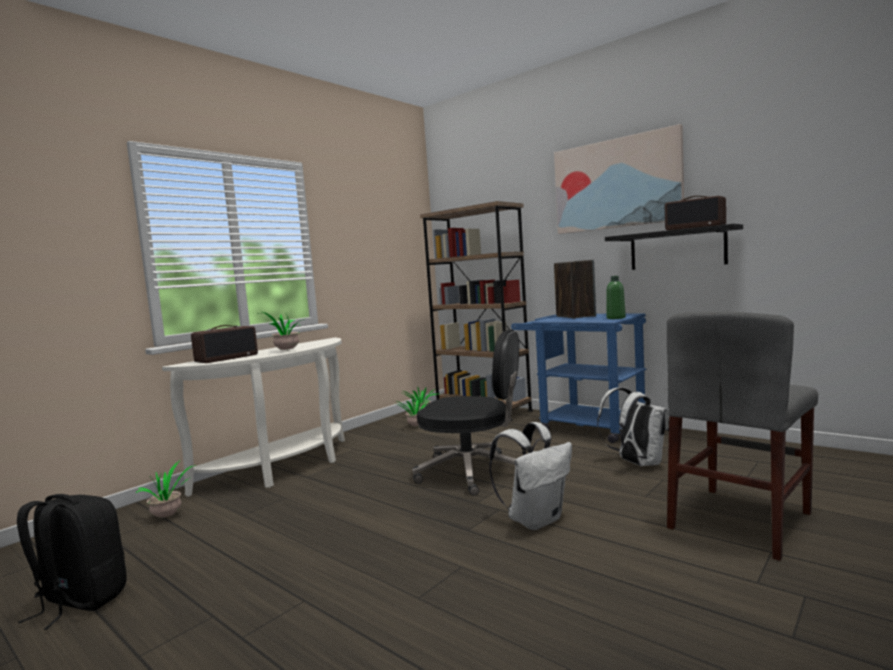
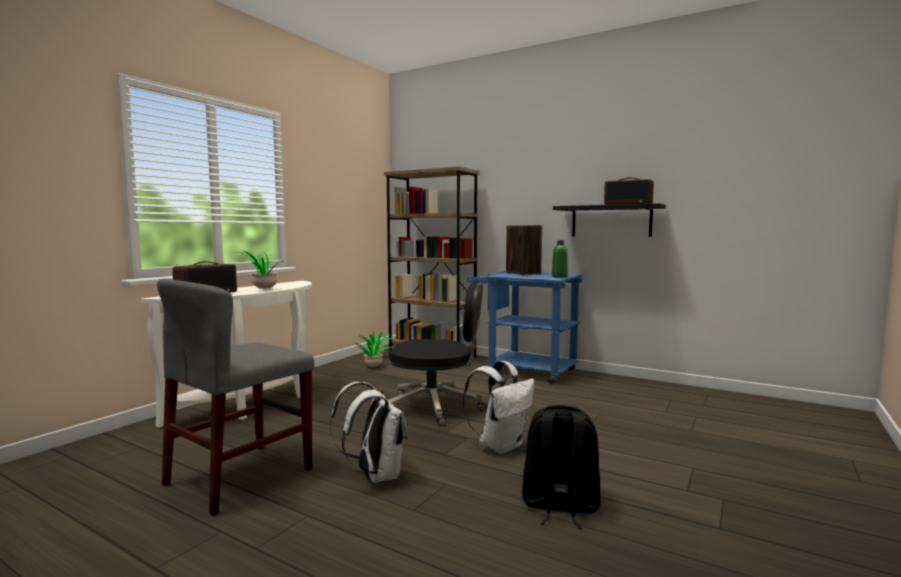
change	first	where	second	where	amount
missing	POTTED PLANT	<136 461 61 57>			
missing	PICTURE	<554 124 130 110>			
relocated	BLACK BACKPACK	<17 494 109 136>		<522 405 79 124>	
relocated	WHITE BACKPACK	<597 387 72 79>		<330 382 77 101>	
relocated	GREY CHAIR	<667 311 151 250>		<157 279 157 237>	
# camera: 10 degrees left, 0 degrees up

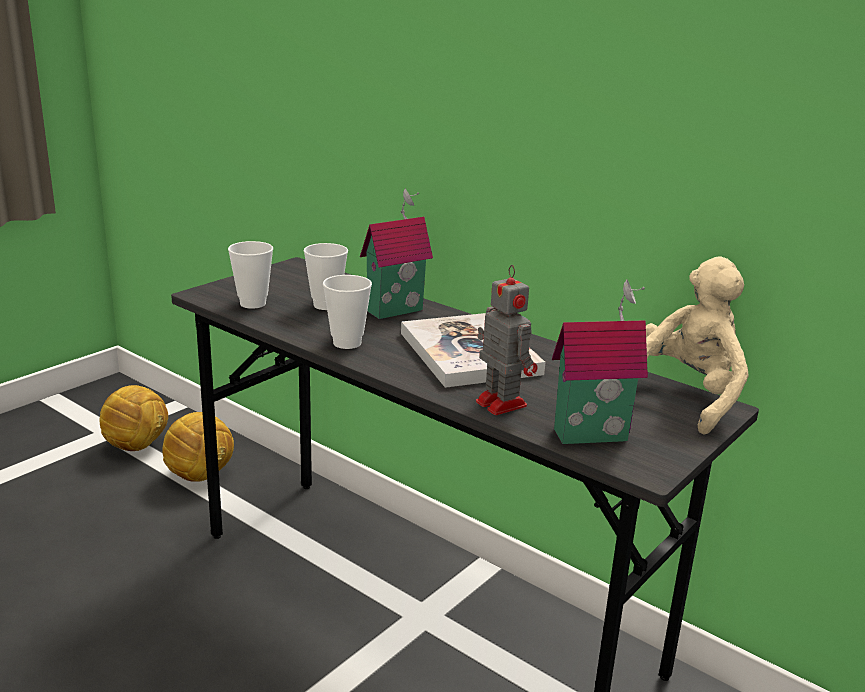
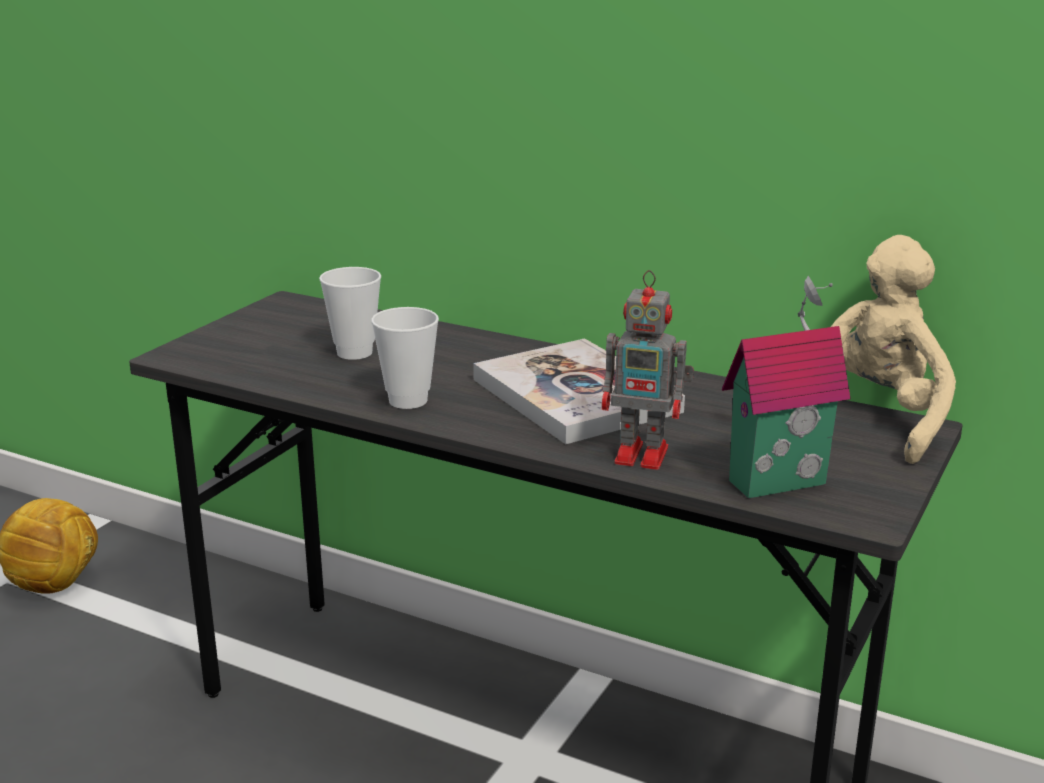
change	first	where	second	where	amount
missing	FOOTBALL	<163 412 71 70>			
missing	CUP	<228 241 45 68>			
missing	TOY HOUSE	<360 189 73 130>			
spun	TOY ROBOT	<476 265 61 150>		<602 270 92 200>	150 degrees clockwise
# camera: 10 degrees left, 0 degrees up

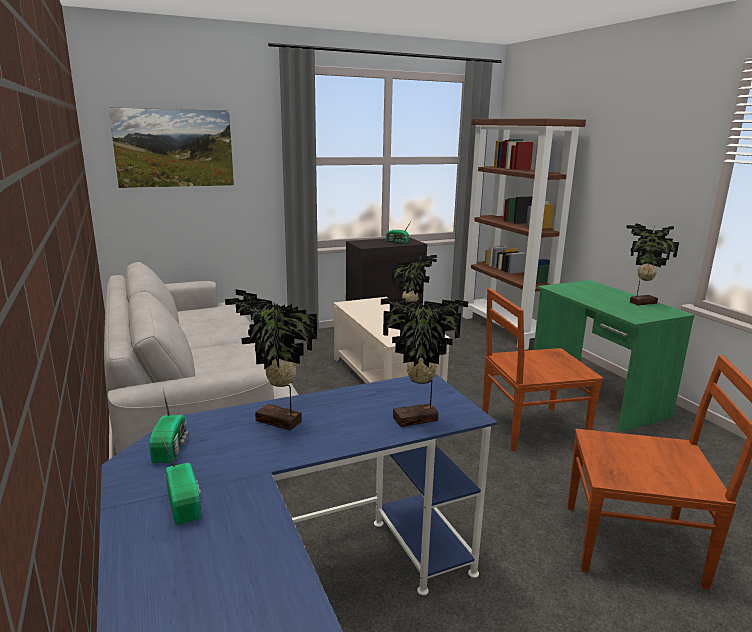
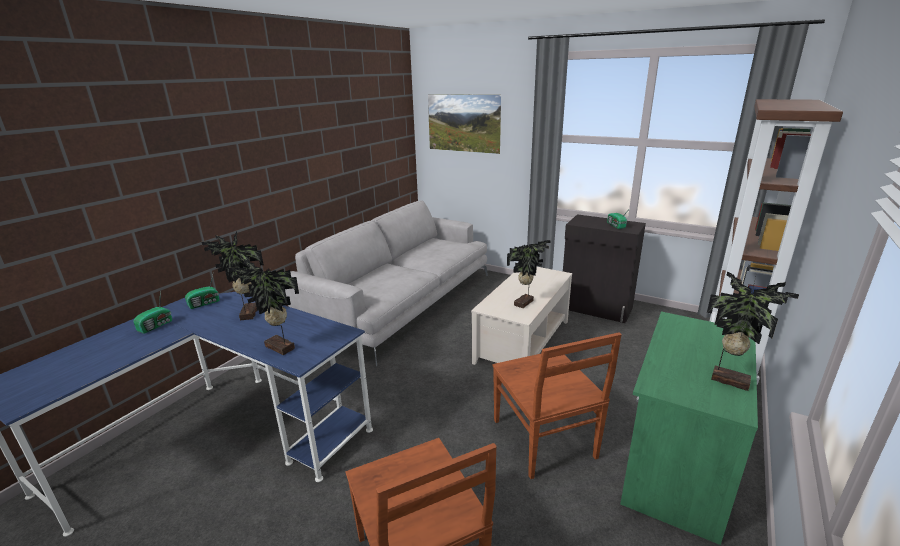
change	first	where	second	where	amount
spun	BROWN CHAIR	<482 288 121 164>		<492 332 130 147>	150 degrees counterclockwise
# camera: 55 degrees right, 5 degrees up

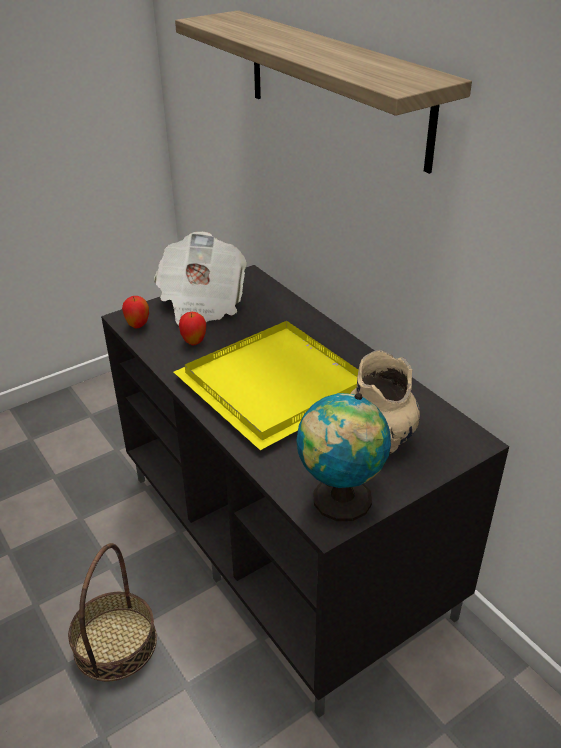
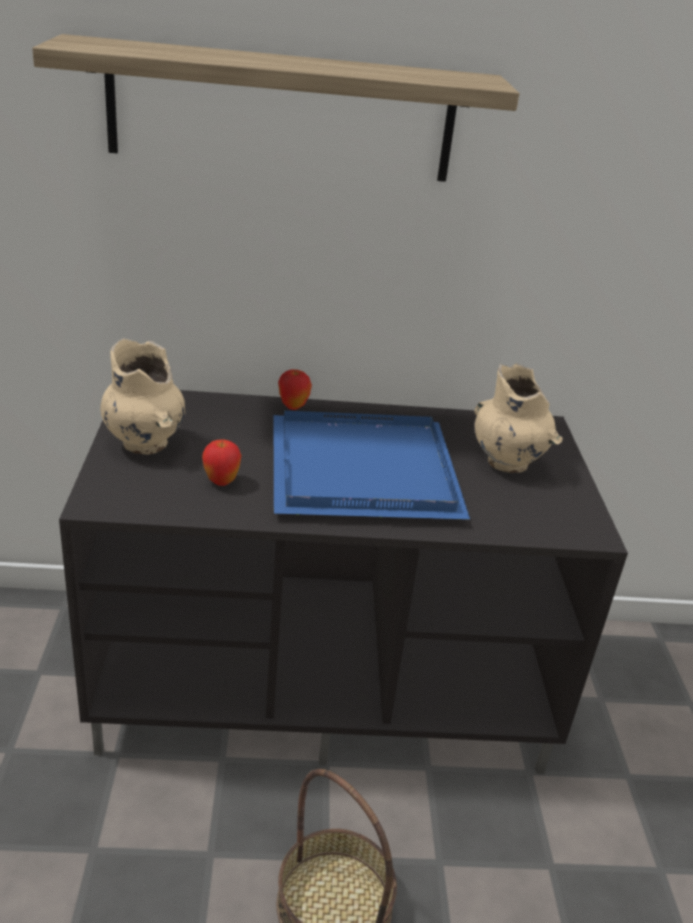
change	first	where	second	where	amount
missing	GLOBE	<296 393 95 128>			
relocated	APPLE	<122 296 27 32>		<278 369 34 41>	
exchanged	NEWSPAPER	<154 232 93 94>	BEIGE VASE	<100 338 85 116>	
colour	YELLOW TRAY	<174 321 184 129>	BLUE TRAY	<274 411 196 108>	
# camera: 60 degrees left, 5 degrees down

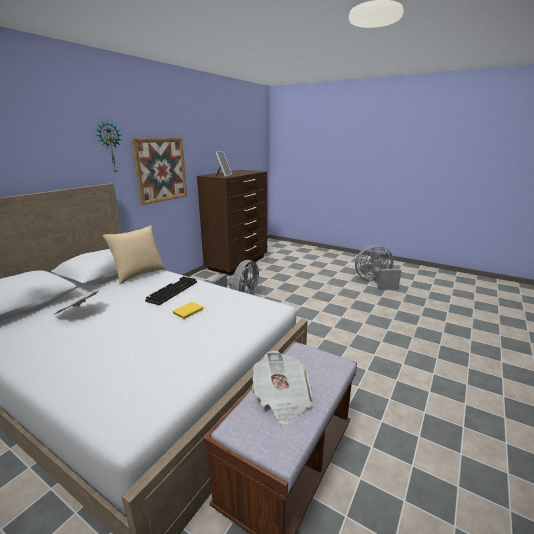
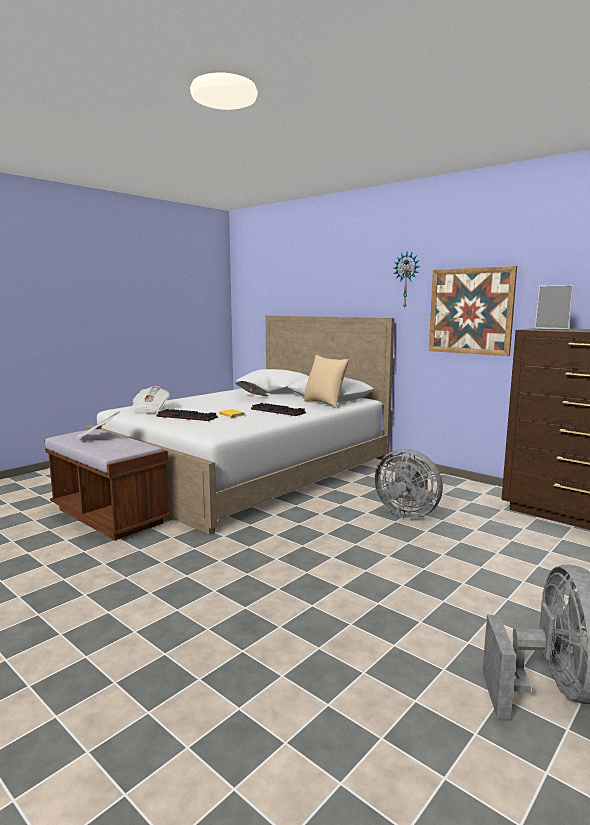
change	first	where	second	where	amount
appeared			NEWSPAPER	<132 386 38 28>	
appeared			KEYBOARD	<157 409 60 12>	
# camera: 100 degrees right, 10 degrees down

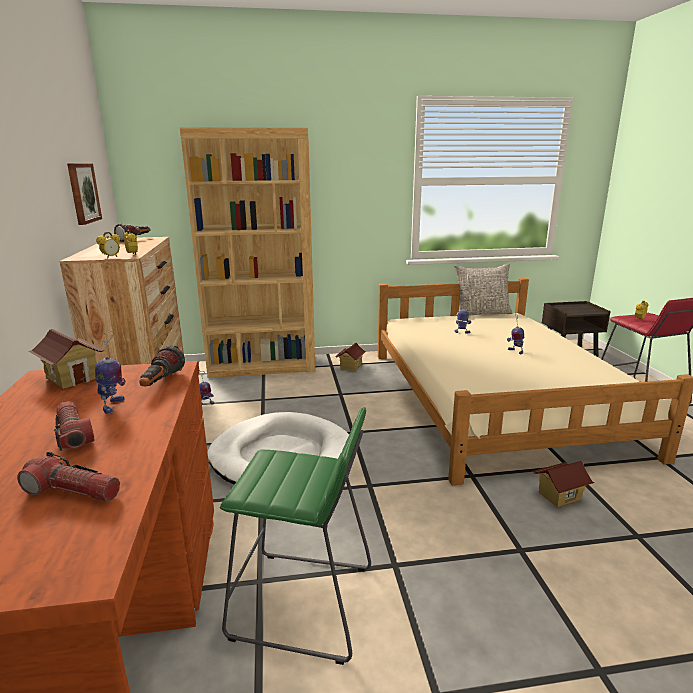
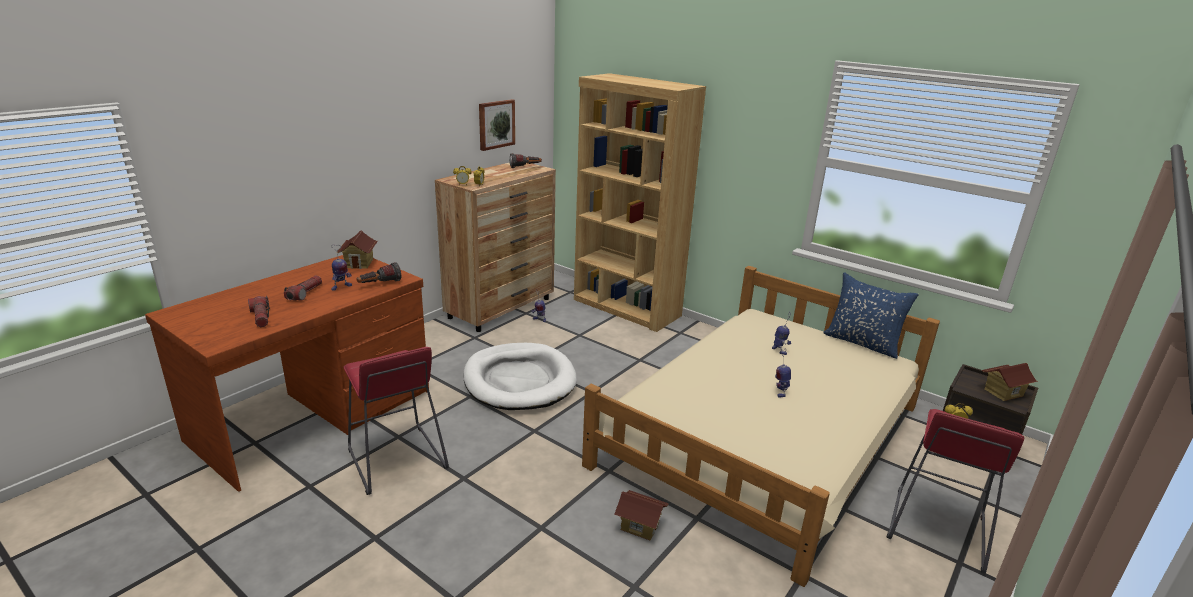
change	first	where	second	where	amount
relocated	TOY HOUSE	<335 343 31 28>		<982 363 56 38>	
colour	GREEN STOOL	<220 407 151 258>	RED STOOL	<343 347 106 148>	
colour	GREY PILLOW	<455 264 57 52>	BLUE PILLOW	<823 272 95 87>	
# camera: 45 degrees right, 5 degrees up

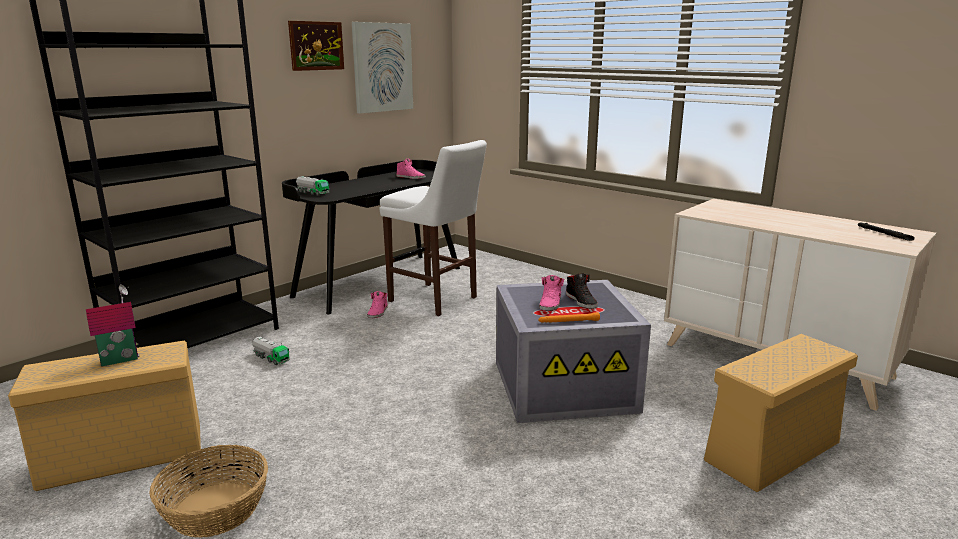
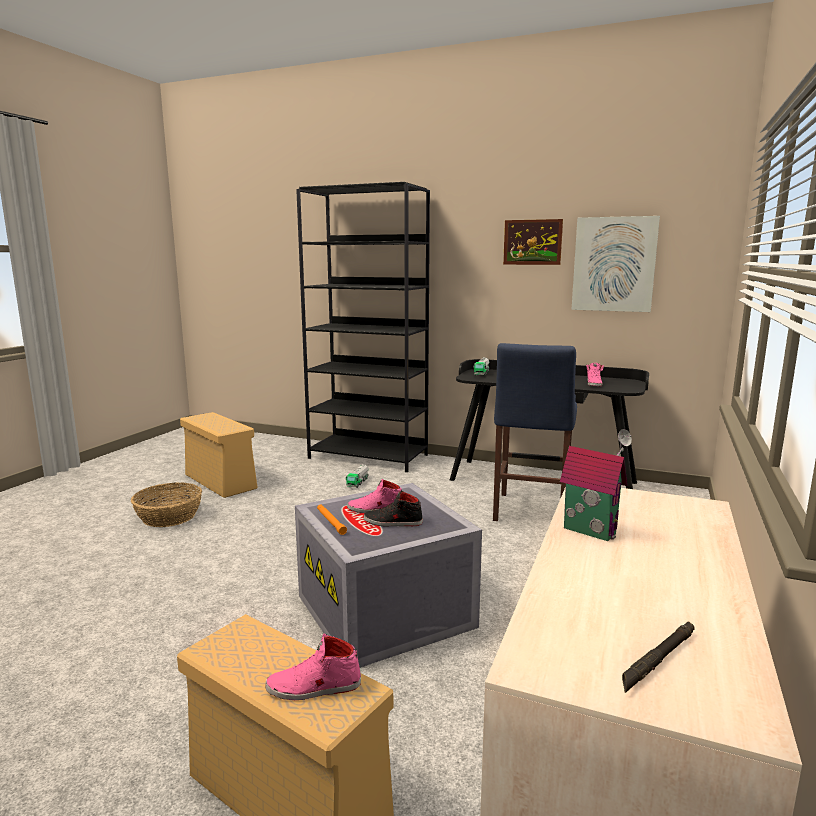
change	first	where	second	where	amount
relocated	TOY HOUSE	<86 284 54 83>		<560 429 72 112>	
relocated	PINK SHOE	<367 291 21 27>		<265 634 96 66>	
colour	WHITE STOOL	<379 140 108 176>	BLUE STOOL	<493 343 84 178>	
spun	BLACK SHOE	<566 273 32 36>		<364 491 59 36>	45 degrees clockwise
# camera: 70 degrees right, 5 degrees down

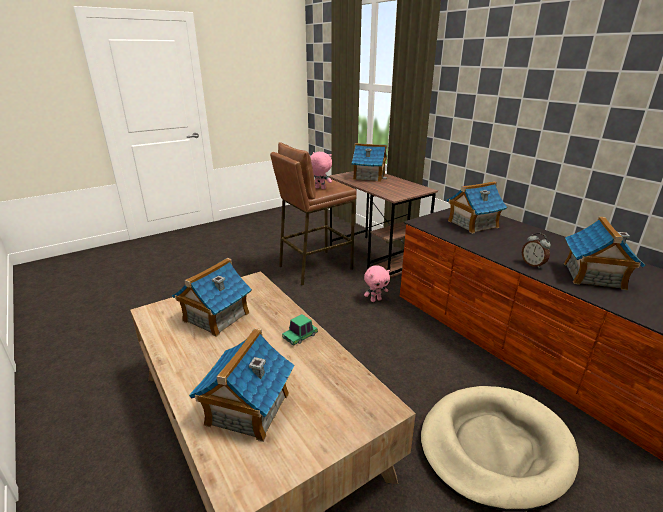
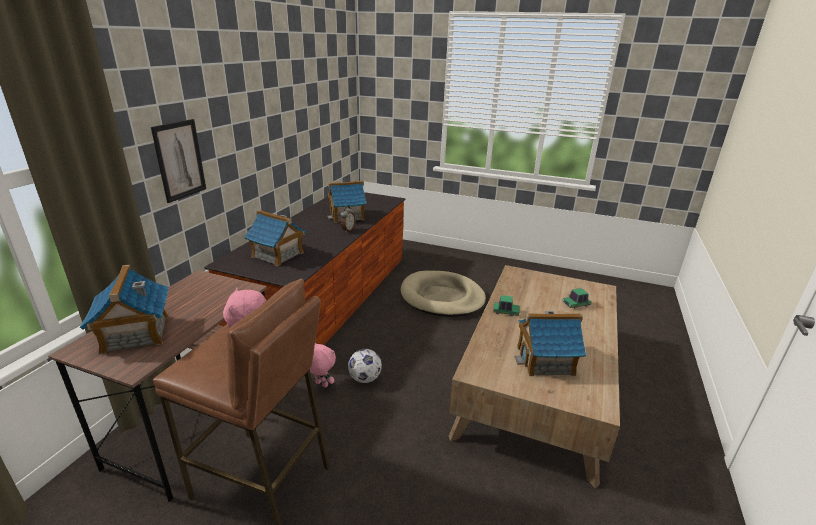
change	first	where	second	where	amount
appeared			PICTURE	<151 119 55 84>	
appeared			FOOTBALL	<348 349 34 34>	
exchanged	TOY HOUSE	<189 328 105 114>	TOY CAR	<563 288 28 20>	
# camera: 125 degrees left, 0 degrees up

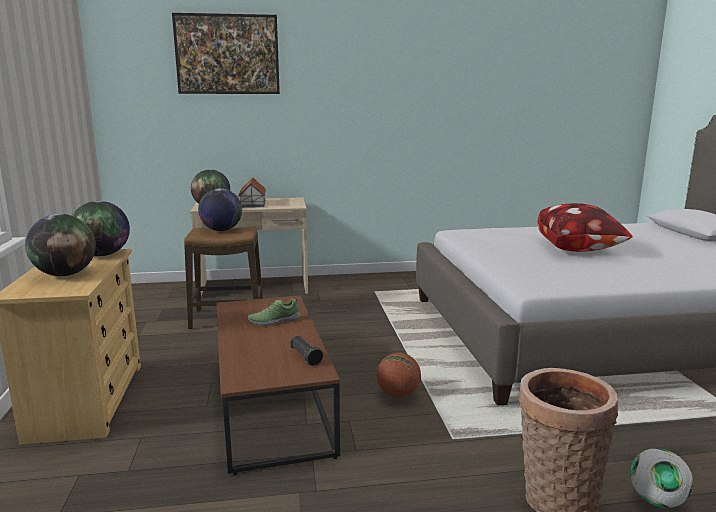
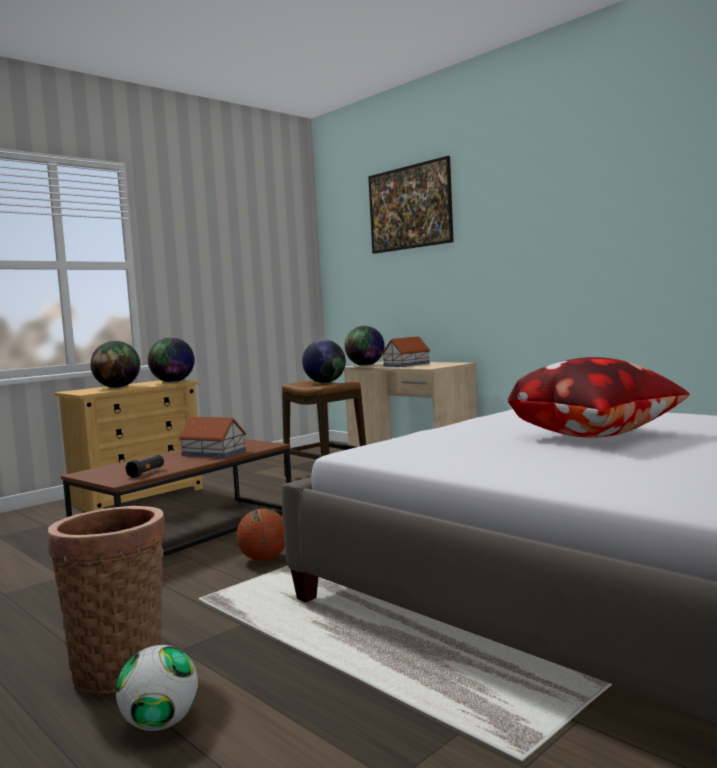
change	first	where	second	where	amount
exchanged	SHOE	<248 298 52 28>	TOY HOUSE	<178 417 69 41>	
# camera: 55 degrees right, 10 degrees down

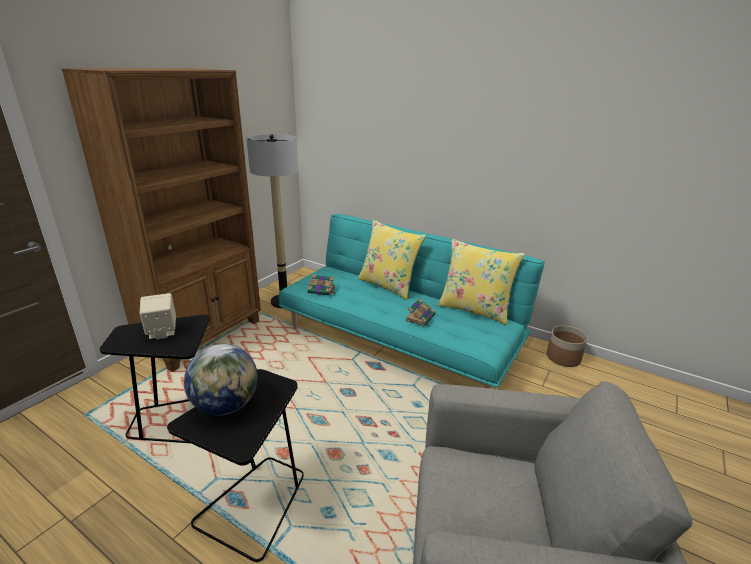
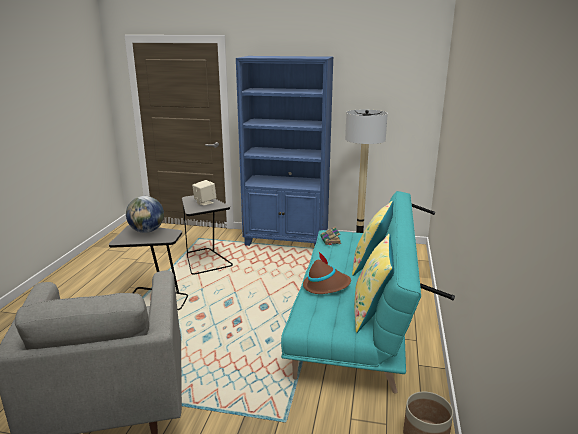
change	first	where	second	where	amount
exchanged	BOOK	<405 299 30 27>	BROWN HAT	<303 252 48 42>	
colour	BROWN BOOKCASE	<61 68 200 304>	BLUE BOOKCASE	<236 56 98 190>	
# camera: 70 degrees right, 5 degrees down

